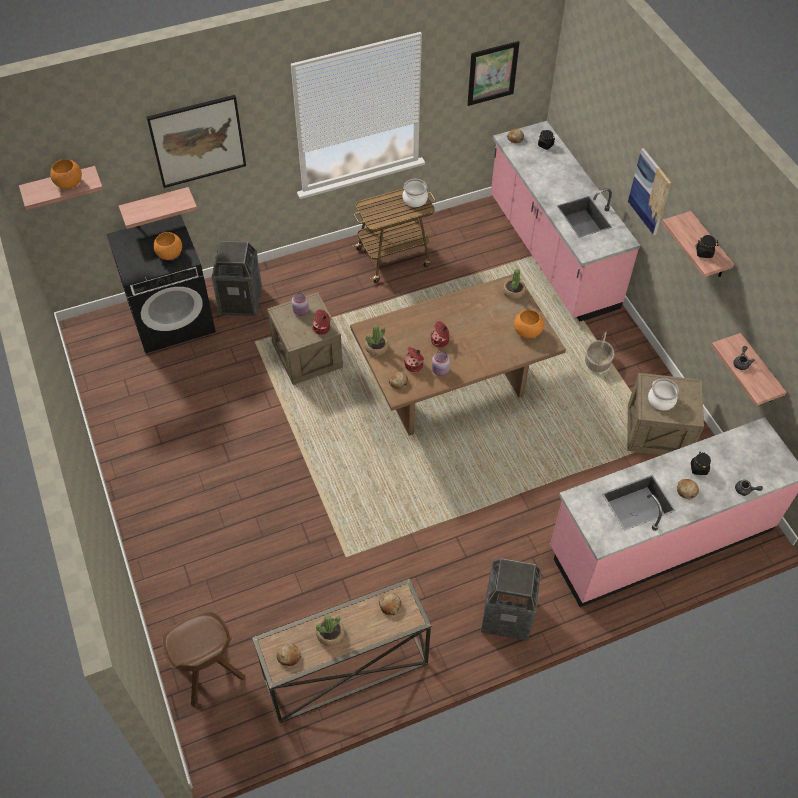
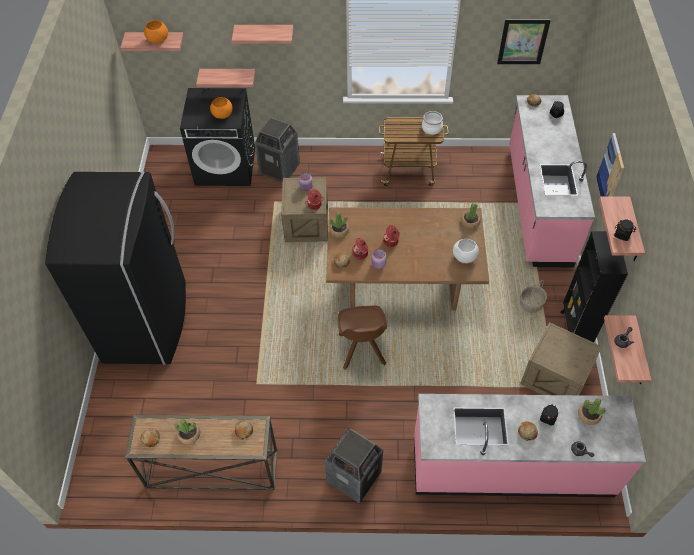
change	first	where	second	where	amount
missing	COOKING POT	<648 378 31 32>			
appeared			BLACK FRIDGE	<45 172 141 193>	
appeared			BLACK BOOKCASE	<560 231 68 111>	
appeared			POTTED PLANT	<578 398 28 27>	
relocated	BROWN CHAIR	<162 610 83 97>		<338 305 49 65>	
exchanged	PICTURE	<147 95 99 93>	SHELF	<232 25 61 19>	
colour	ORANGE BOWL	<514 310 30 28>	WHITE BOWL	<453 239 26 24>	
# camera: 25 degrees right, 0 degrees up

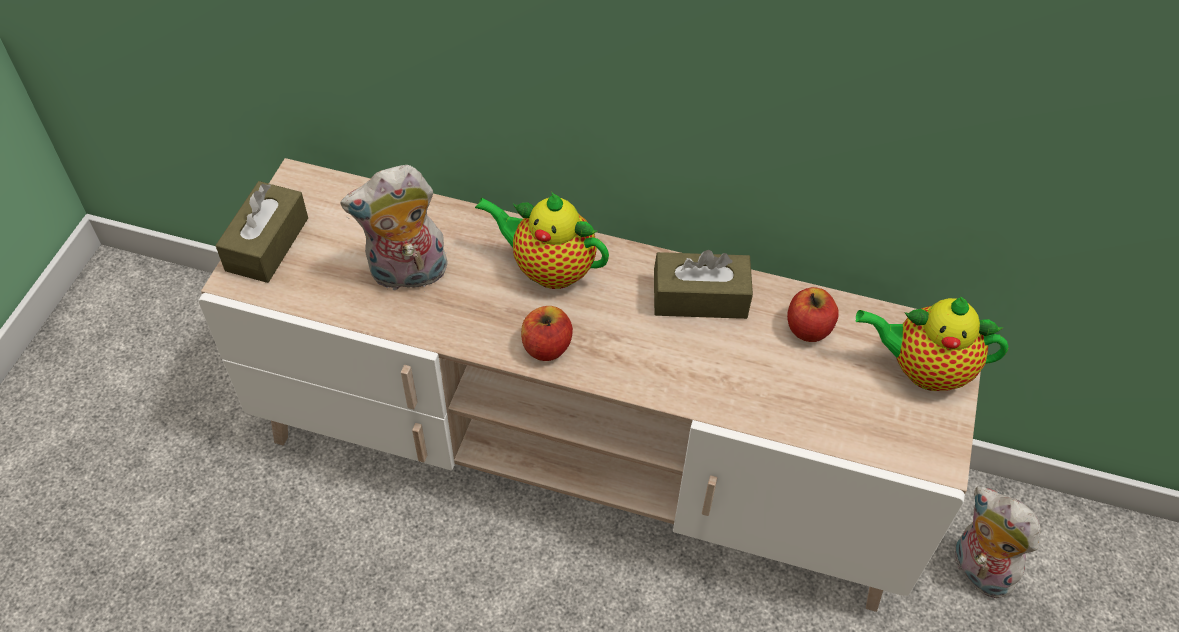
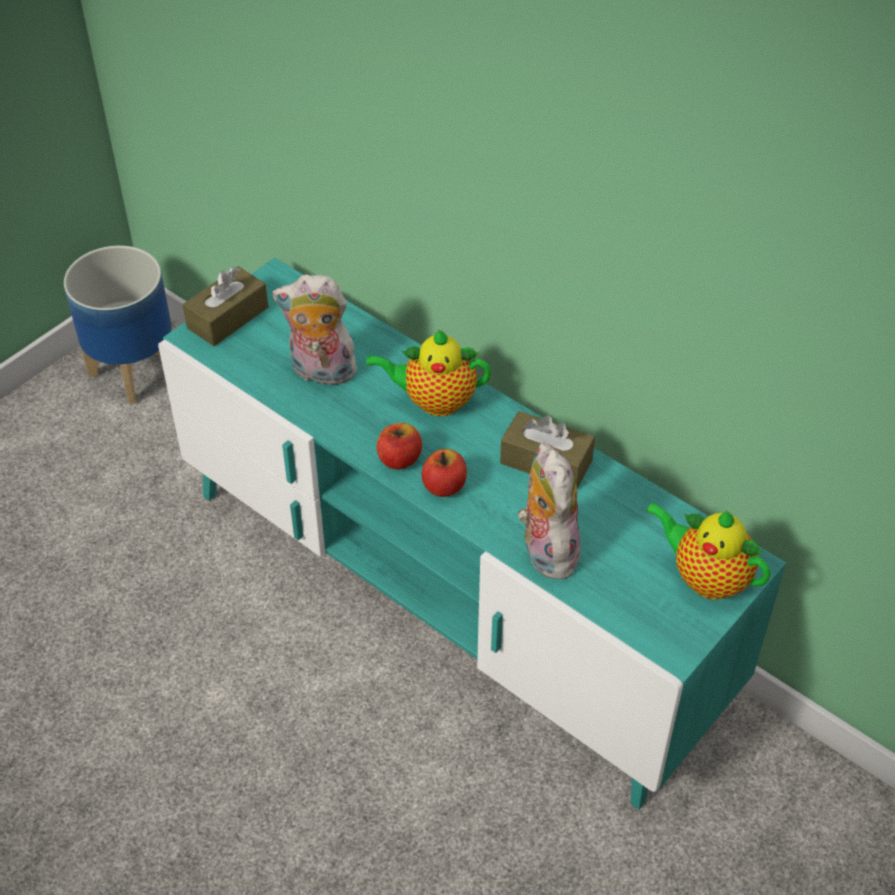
change	first	where	second	where	amount
appeared			PLANTER	<64 245 109 159>	
relocated	APPLE	<787 287 52 55>		<421 449 46 48>	
relocated	PLUSH TOY	<953 486 88 112>		<517 442 64 138>	
colour	BEIGE TV STAND	<198 158 783 454>	TURQUOISE TV STAND	<158 258 628 551>	
spun	TEAPOT	<475 192 134 97>		<366 329 125 87>	45 degrees counterclockwise
# camera: 25 degrees right, 5 degrees down

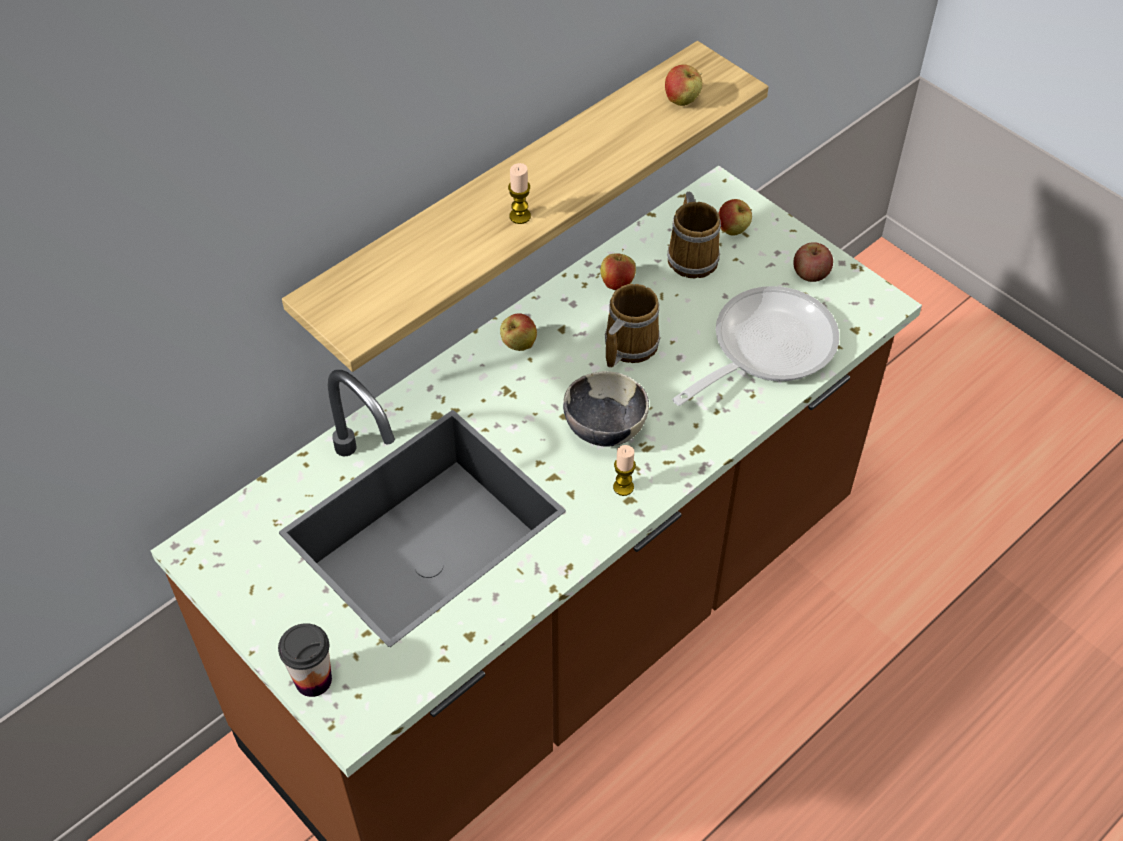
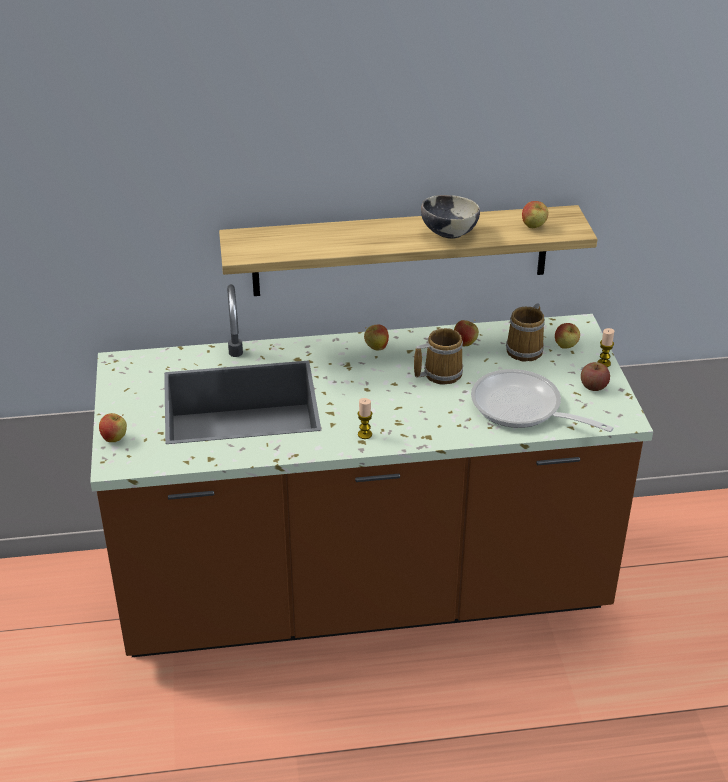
change	first	where	second	where	amount
relocated	CANDLE	<508 163 23 61>		<598 328 16 39>	
relocated	BOWL	<563 371 86 76>		<421 195 59 44>	
exchanged	CUP	<278 623 54 74>	APPLE	<99 413 28 29>	
spun	FRYING PAN	<672 286 167 120>		<471 369 143 63>	135 degrees counterclockwise
# camera: 35 degrees right, 15 degrees down

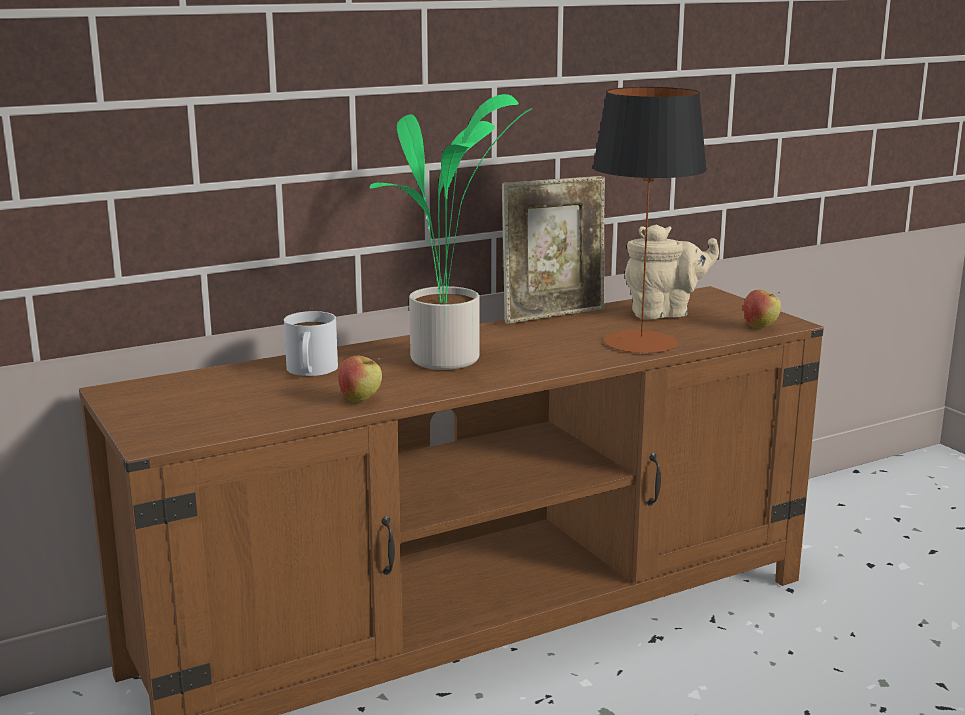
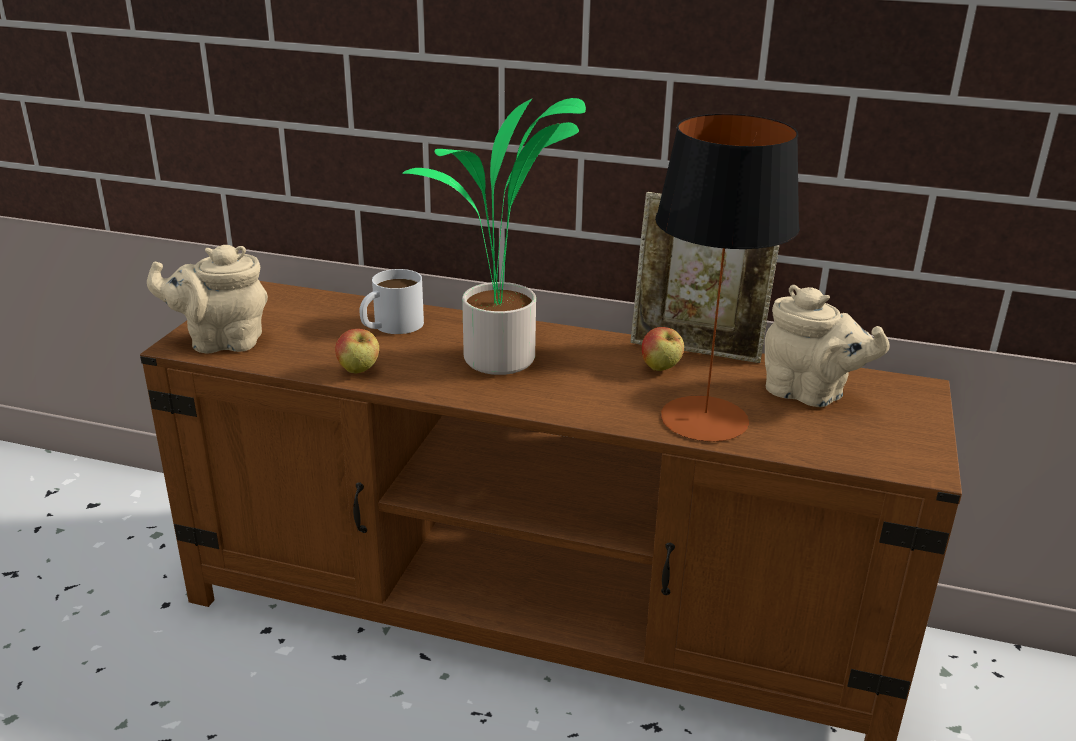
change	first	where	second	where	amount
appeared			BEIGE TEAPOT	<147 245 121 109>	
relocated	APPLE	<743 290 38 39>		<642 327 42 44>	
# camera: 45 degrees right, 10 degrees up

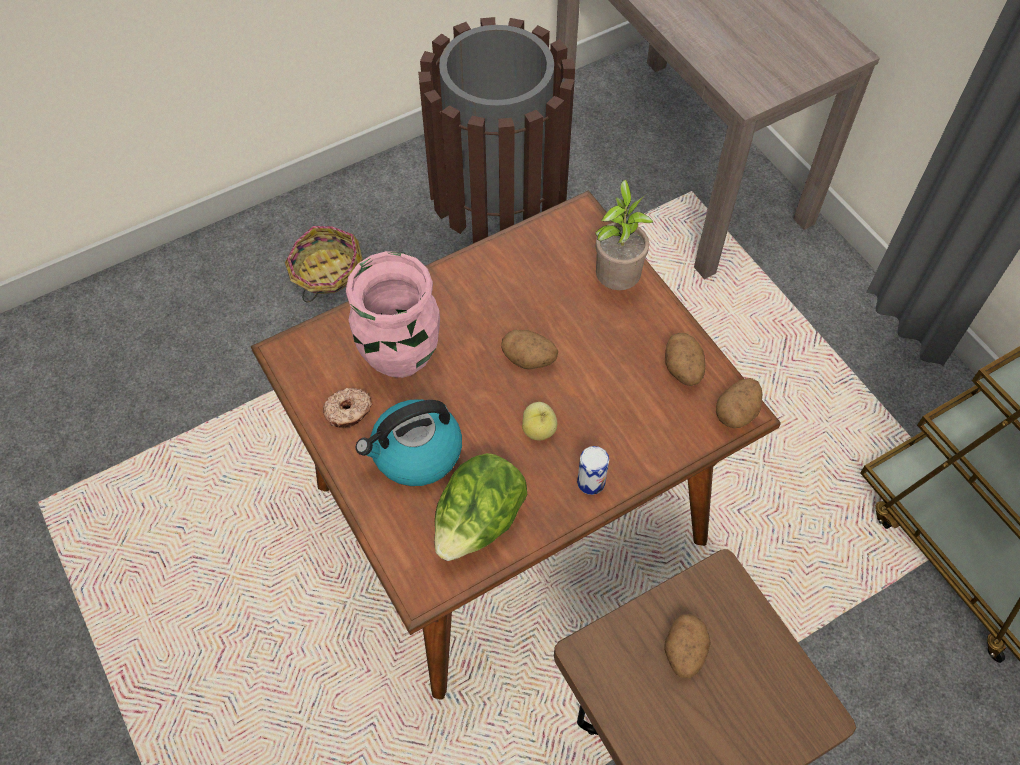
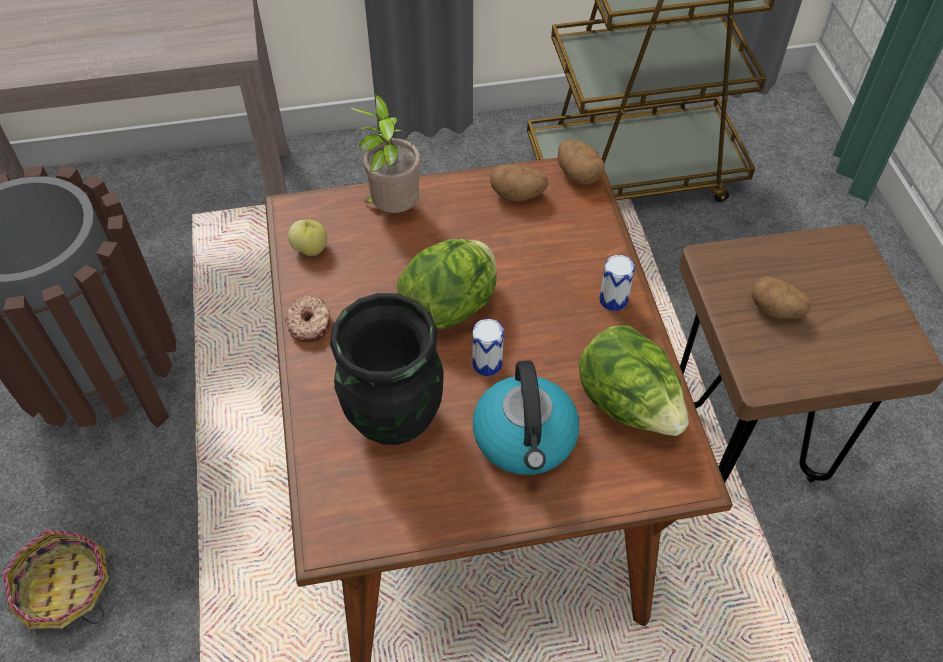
change	first	where	second	where	amount
appeared			CAN	<472 319 32 57>	
relocated	DONUT	<323 388 49 40>		<285 296 45 46>	
relocated	APPLE	<522 402 35 39>		<288 219 39 37>	
exchanged	POTATO	<501 330 57 39>	LETTUCE	<397 239 100 90>	
colour	PINK VASE	<346 251 94 127>	BLACK VASE	<330 293 114 152>	
# camera: 70 degrees left, 5 degrees down

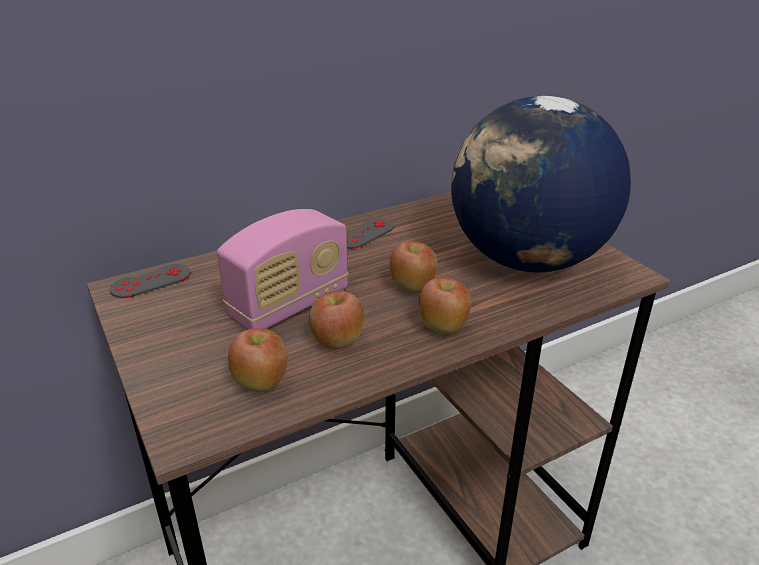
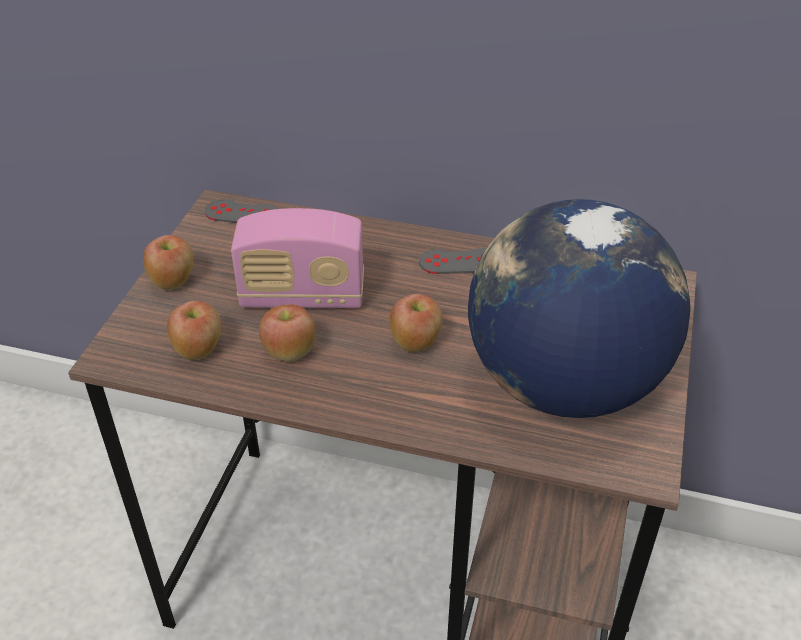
change	first	where	second	where	amount
relocated	APPLE	<419 277 52 57>		<143 235 51 55>	
# camera: 45 degrees right, 10 degrees up

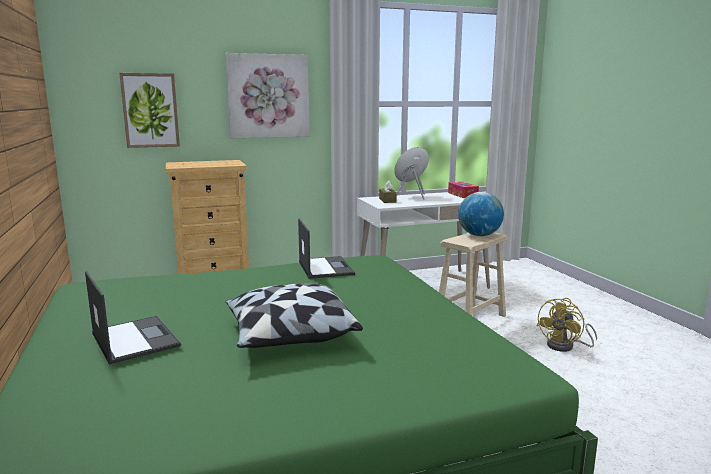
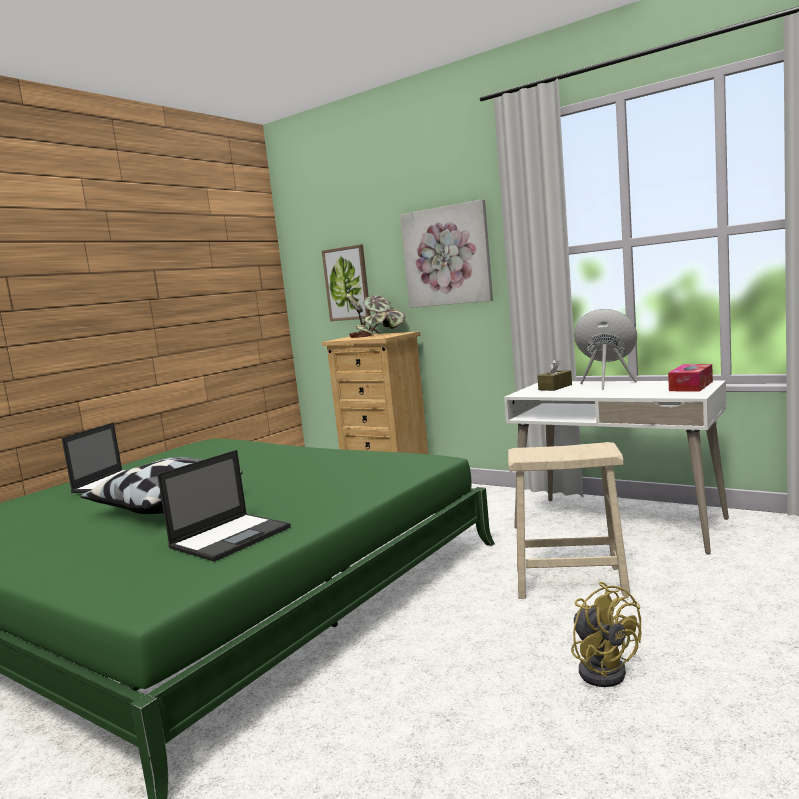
change	first	where	second	where	amount
missing	GLOBE	<458 192 46 44>			
appeared			POTTED PLANT	<346 293 59 45>	
relocated	LAPTOP	<298 218 57 61>		<157 450 134 112>	
spun	YELLOW FAN	<536 298 61 54>		<571 582 70 105>	120 degrees counterclockwise
# camera: 55 degrees right, 5 degrees down

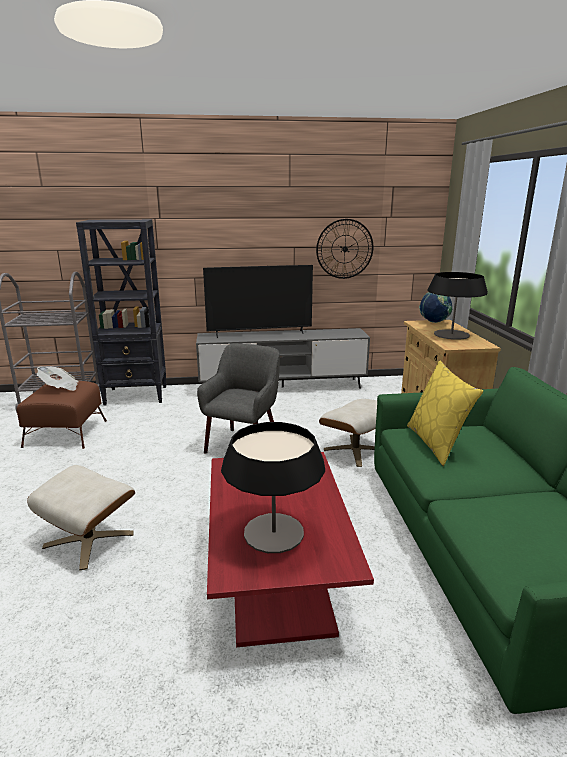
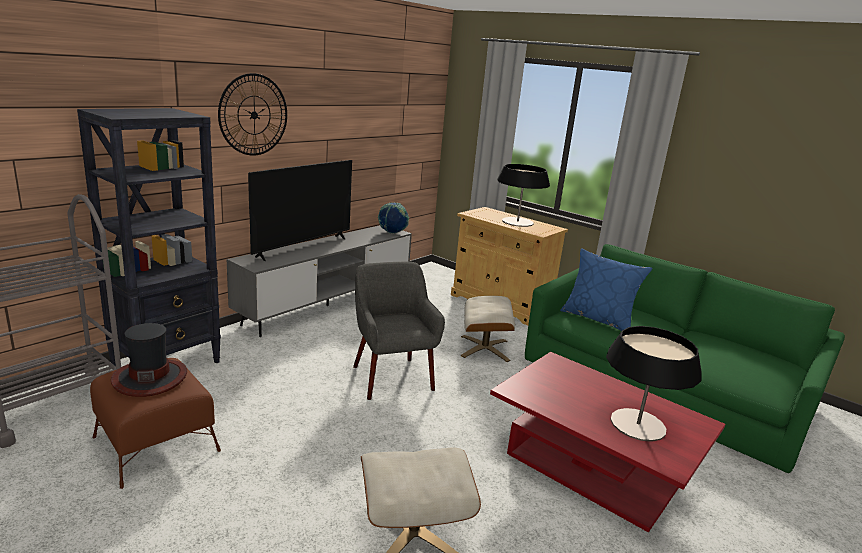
change	first	where	second	where	amount
relocated	WALL CLOCK	<316 219 57 60>		<218 73 69 83>	
relocated	GLOBE	<419 292 33 31>		<378 202 31 32>	
exchanged	NEWSPAPER	<37 366 41 25>	HAT	<111 323 76 74>	
colour	YELLOW PILLOW	<407 360 76 106>	BLUE PILLOW	<560 248 93 83>	
# camera: 45 degrees left, 0 degrees up

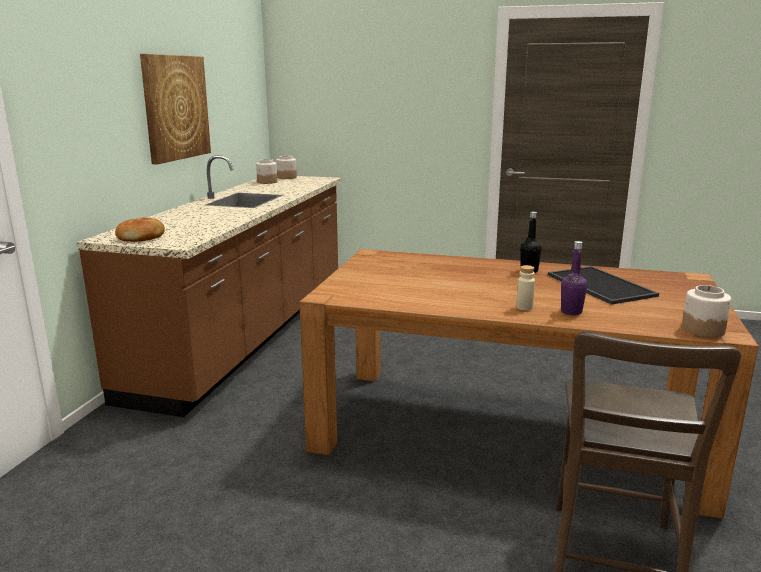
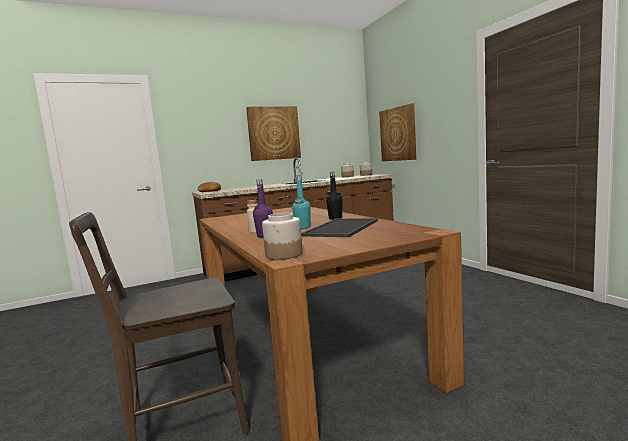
change	first	where	second	where	amount
appeared			TURQUOISE BOTTLE	<292 175 18 54>	
appeared			PICTURE	<379 103 37 58>	
# camera: 50 degrees right, 10 degrees down

